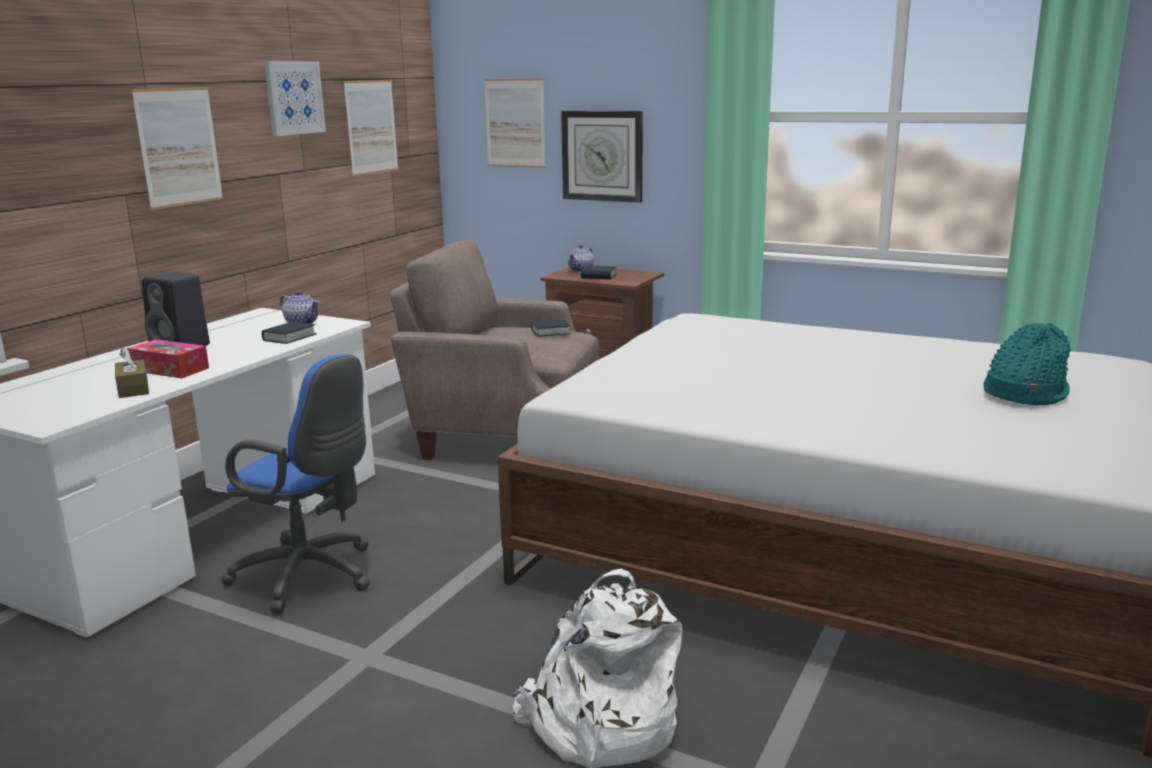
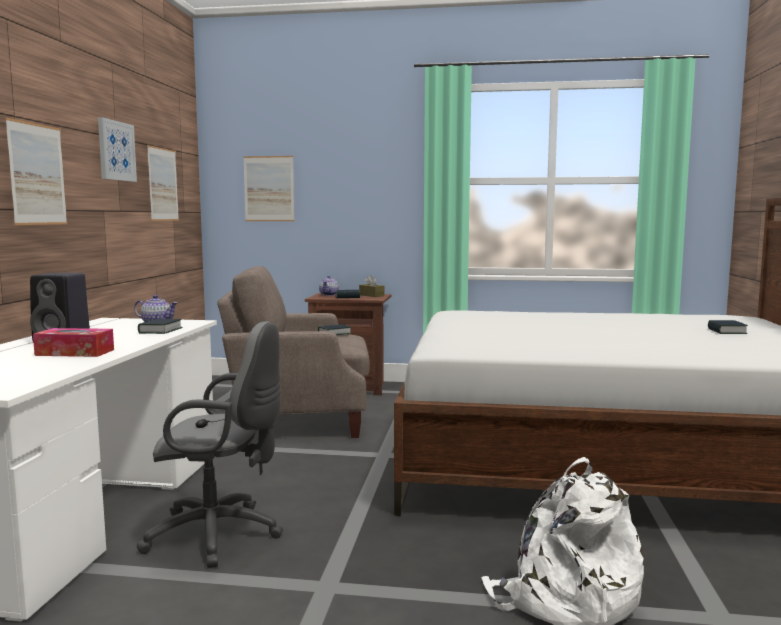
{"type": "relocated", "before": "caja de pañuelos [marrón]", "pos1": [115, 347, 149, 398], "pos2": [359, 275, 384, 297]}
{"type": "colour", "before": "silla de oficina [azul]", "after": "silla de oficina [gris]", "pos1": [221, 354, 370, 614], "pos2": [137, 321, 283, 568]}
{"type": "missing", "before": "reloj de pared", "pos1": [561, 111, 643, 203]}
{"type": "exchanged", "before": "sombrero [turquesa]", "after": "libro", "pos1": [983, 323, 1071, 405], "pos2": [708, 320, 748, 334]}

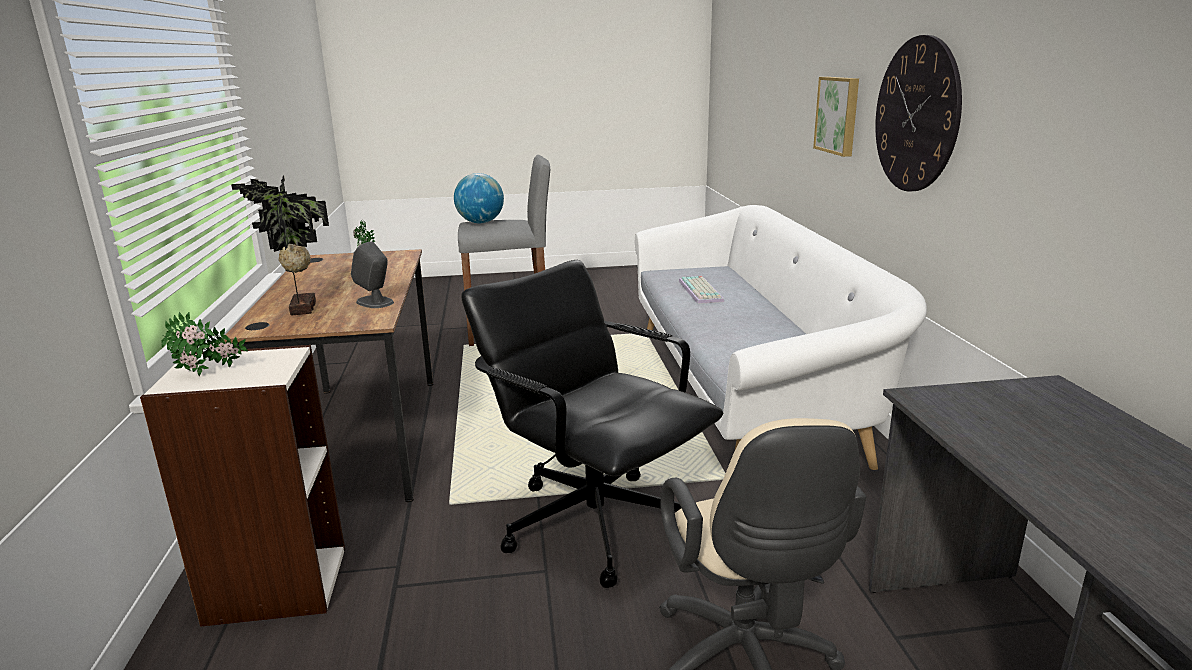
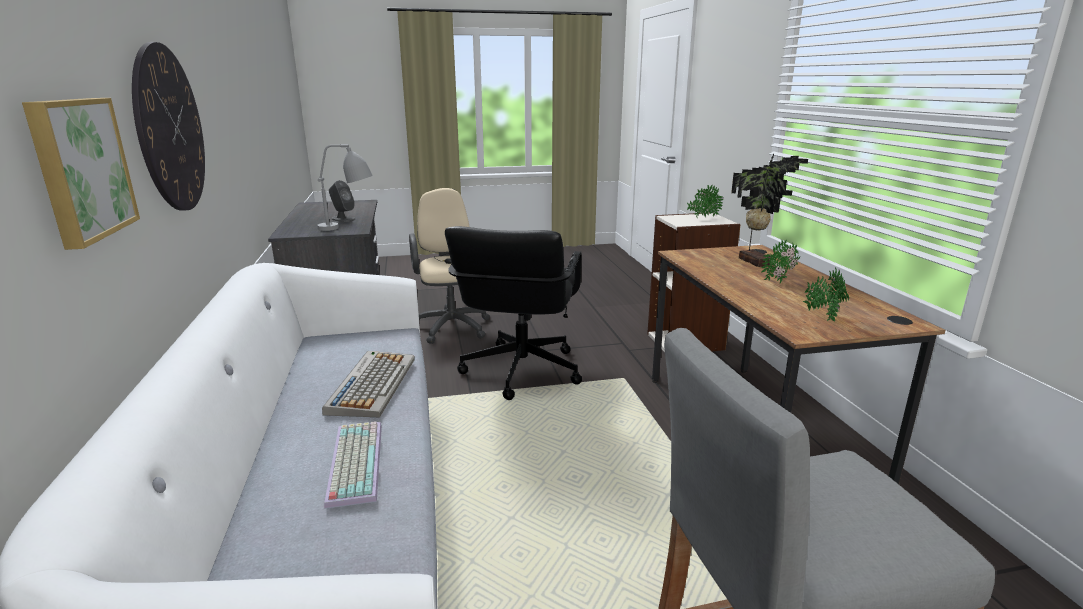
{"type": "relocated", "before": "altavoz [gris]", "pos1": [351, 241, 394, 308], "pos2": [329, 180, 356, 222]}
{"type": "missing", "before": "globo terráqueo", "pos1": [454, 173, 504, 223]}
{"type": "spun", "before": "silla de oficina [negro]", "pos1": [461, 260, 723, 588], "pos2": [445, 226, 582, 400], "turn": 60}
{"type": "appeared", "after": "lámpara de mesa [gris]", "pos2": [317, 144, 373, 231]}
{"type": "appeared", "after": "teclado", "pos2": [322, 351, 415, 417]}
{"type": "appeared", "after": "planta en maceta", "pos2": [761, 240, 800, 283]}

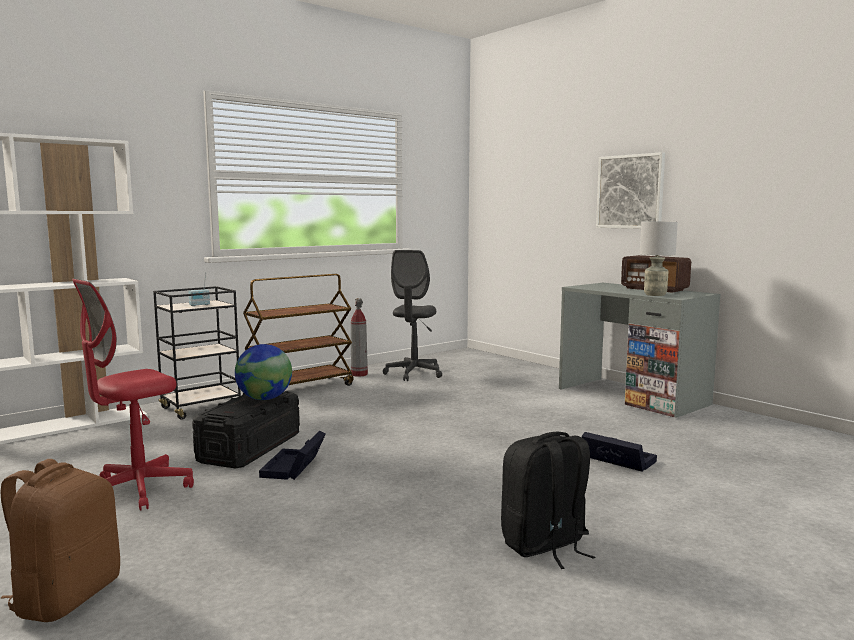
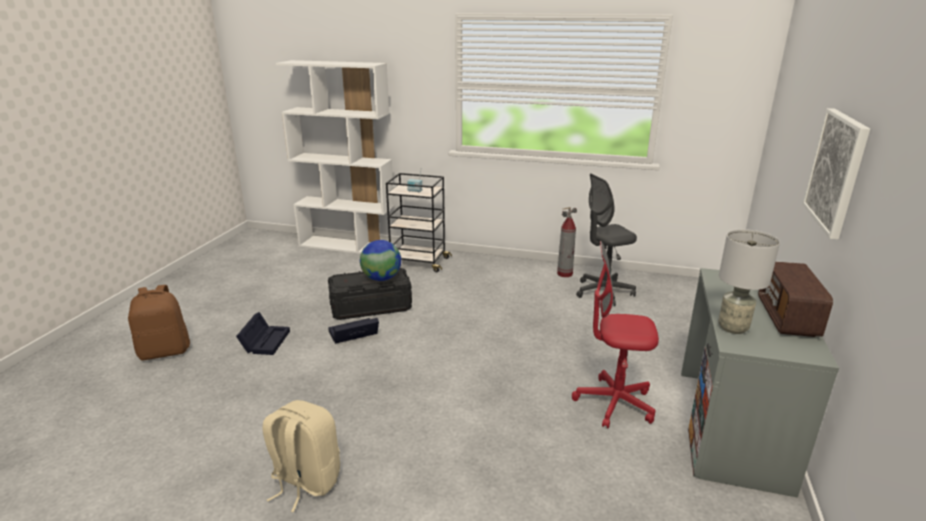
{"type": "relocated", "before": "silla de oficina [rojo]", "pos1": [72, 279, 194, 510], "pos2": [572, 241, 659, 428]}
{"type": "missing", "before": "carrito [marrón]", "pos1": [243, 274, 354, 386]}
{"type": "colour", "before": "mochila [negro]", "after": "mochila [beis]", "pos1": [501, 432, 595, 569], "pos2": [263, 400, 340, 512]}
{"type": "relocated", "before": "caja de almacenaje [negro]", "pos1": [582, 432, 657, 472], "pos2": [236, 312, 290, 355]}

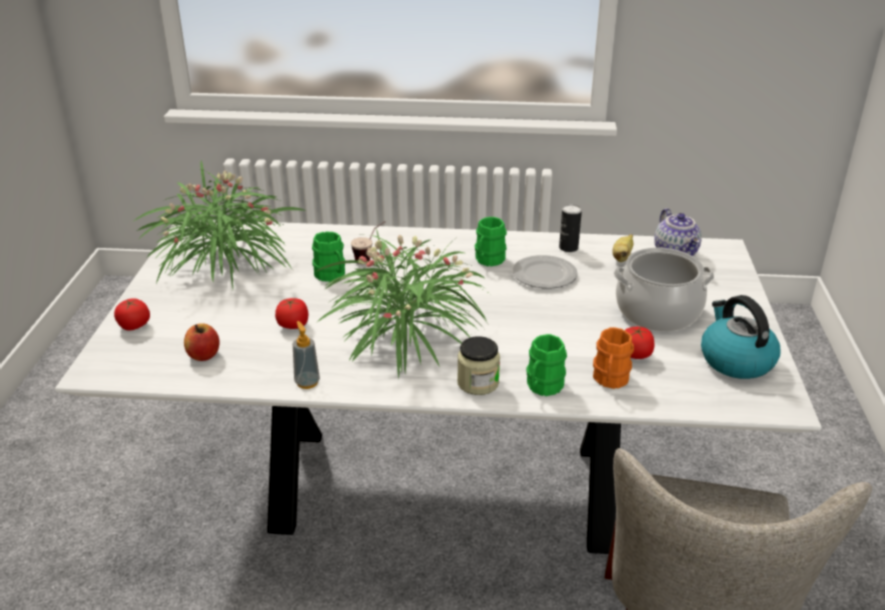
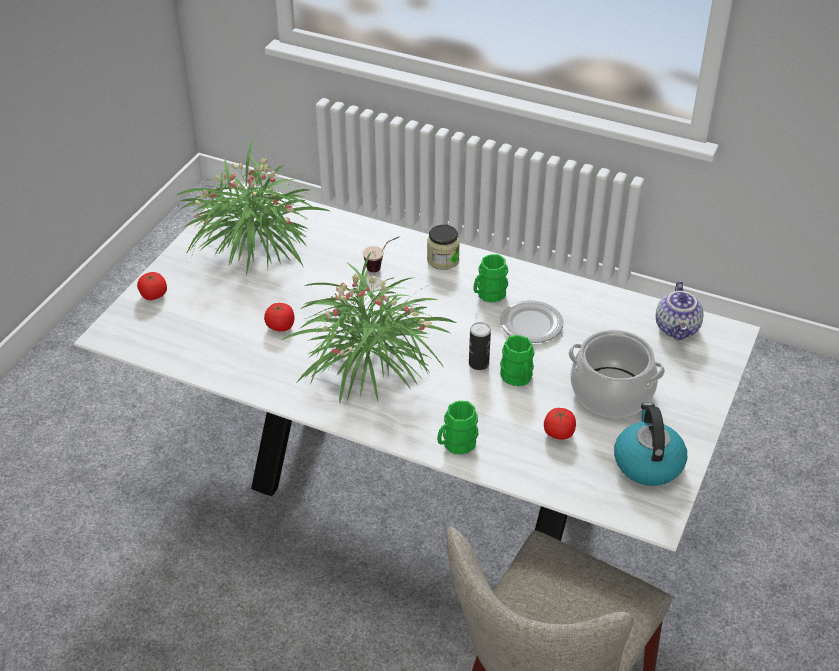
{"type": "missing", "before": "manzana", "pos1": [184, 323, 220, 361]}
{"type": "missing", "before": "dispensador de jabón", "pos1": [293, 321, 320, 389]}
{"type": "relocated", "before": "taza grande [verde]", "pos1": [312, 232, 345, 282], "pos2": [500, 335, 535, 386]}
{"type": "relocated", "before": "tarro", "pos1": [457, 336, 500, 395], "pos2": [427, 225, 460, 270]}
{"type": "relocated", "before": "lata", "pos1": [559, 204, 582, 252], "pos2": [469, 322, 491, 370]}
{"type": "missing", "before": "taza grande [naranja]", "pos1": [593, 327, 634, 389]}
{"type": "missing", "before": "plátano", "pos1": [612, 234, 633, 262]}

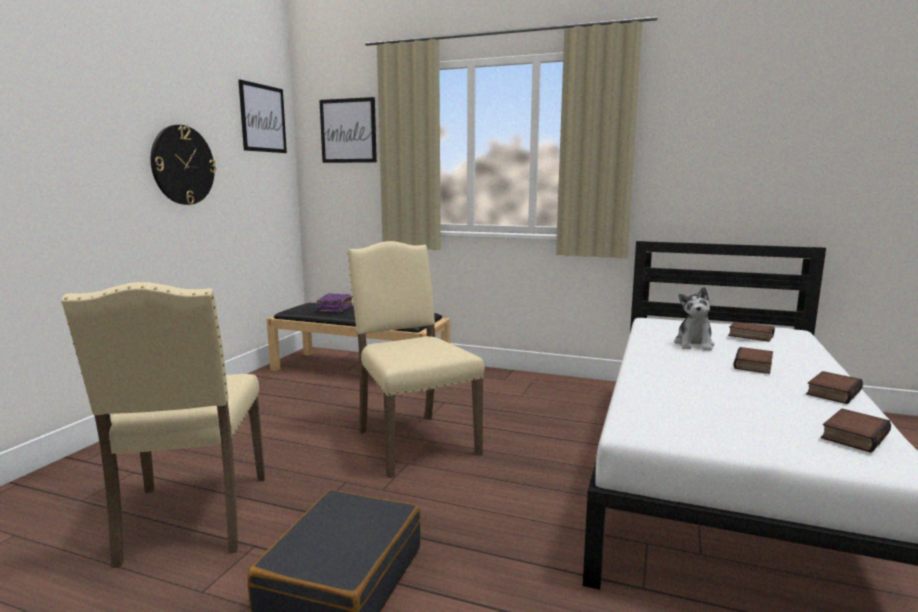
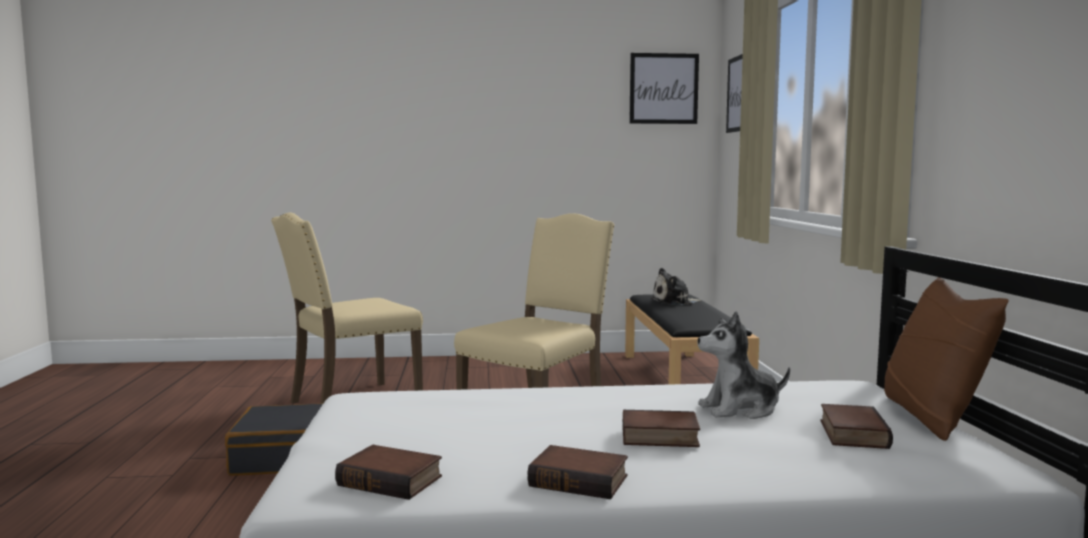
{"type": "missing", "before": "reloj de pared", "pos1": [151, 125, 216, 205]}
{"type": "exchanged", "before": "libro [morado]", "after": "peluche", "pos1": [317, 293, 353, 313], "pos2": [651, 268, 702, 305]}
{"type": "appeared", "after": "cojín [marrón]", "pos2": [884, 277, 1009, 441]}

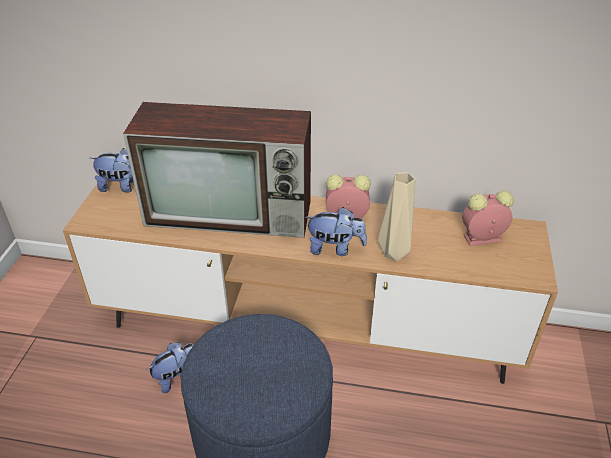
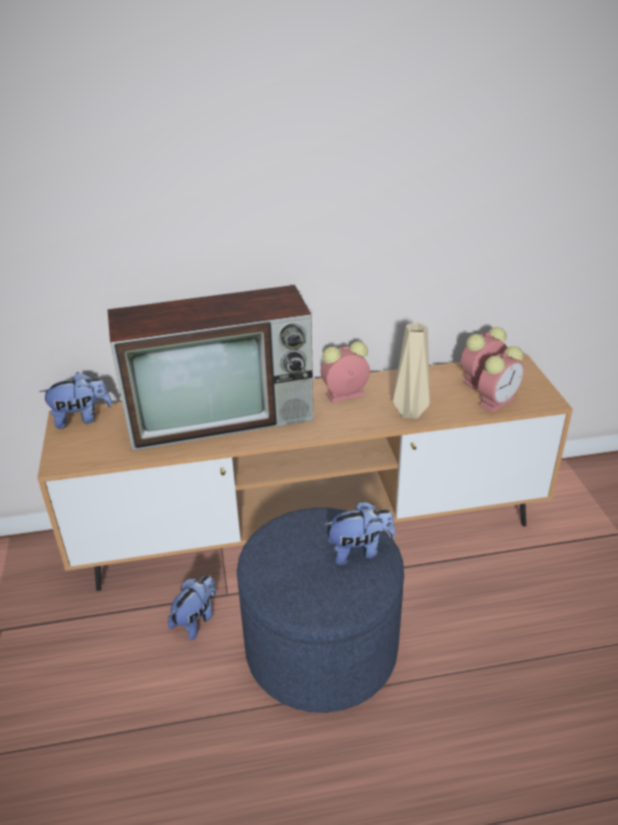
{"type": "relocated", "before": "peluche", "pos1": [305, 207, 367, 256], "pos2": [324, 501, 395, 565]}
{"type": "appeared", "after": "despertador", "pos2": [478, 346, 524, 413]}

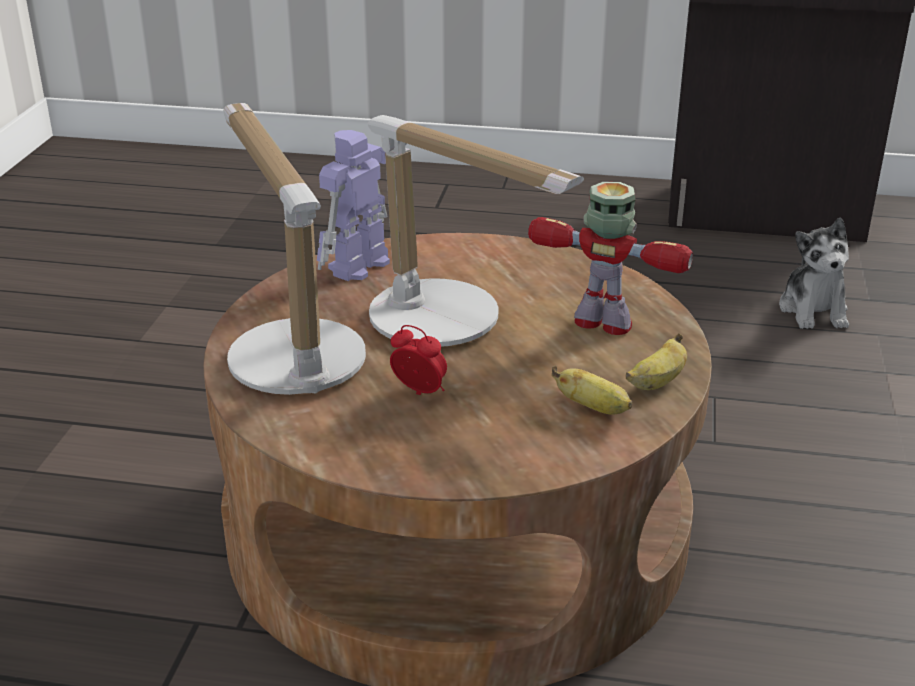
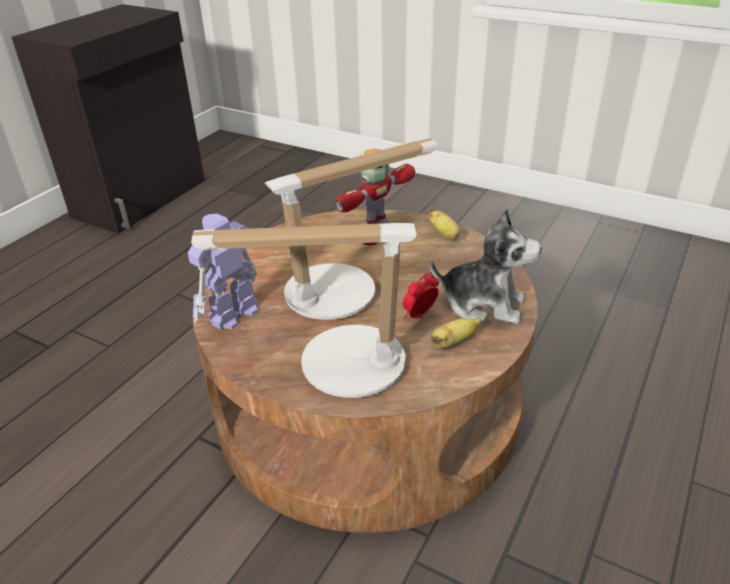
{"type": "spun", "before": "robot de juguete", "pos1": [317, 130, 390, 281], "pos2": [188, 214, 258, 330], "turn": 75}
{"type": "relocated", "before": "plátano", "pos1": [552, 366, 632, 414], "pos2": [431, 318, 481, 349]}
{"type": "relocated", "before": "peluche", "pos1": [779, 217, 849, 329], "pos2": [430, 208, 541, 324]}

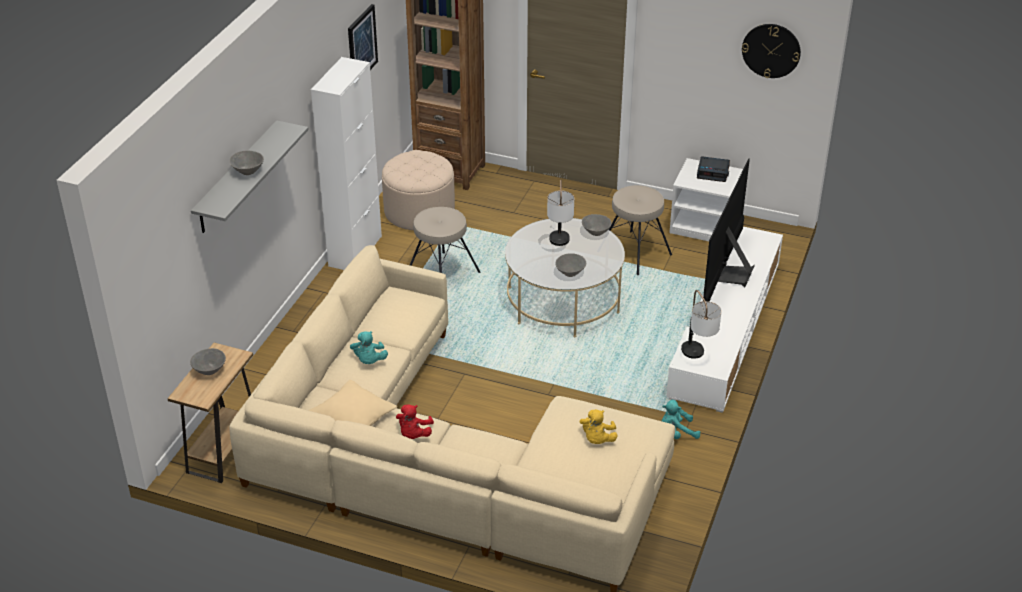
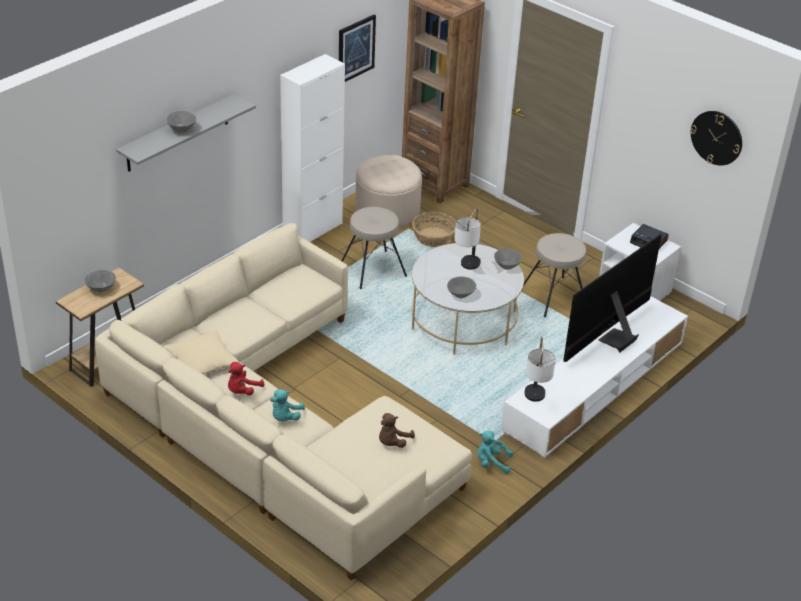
{"type": "relocated", "before": "peluche [turquesa]", "pos1": [350, 331, 388, 364], "pos2": [270, 389, 305, 421]}
{"type": "colour", "before": "peluche [amarillo]", "after": "peluche [marrón]", "pos1": [580, 409, 618, 444], "pos2": [379, 413, 415, 448]}
{"type": "appeared", "after": "cesta", "pos2": [412, 212, 456, 247]}

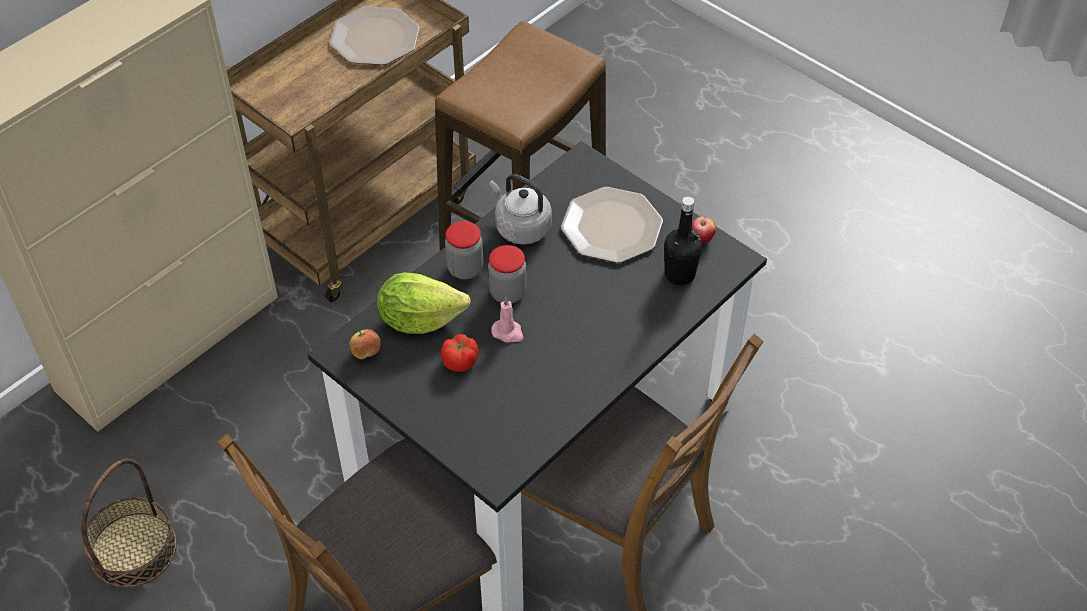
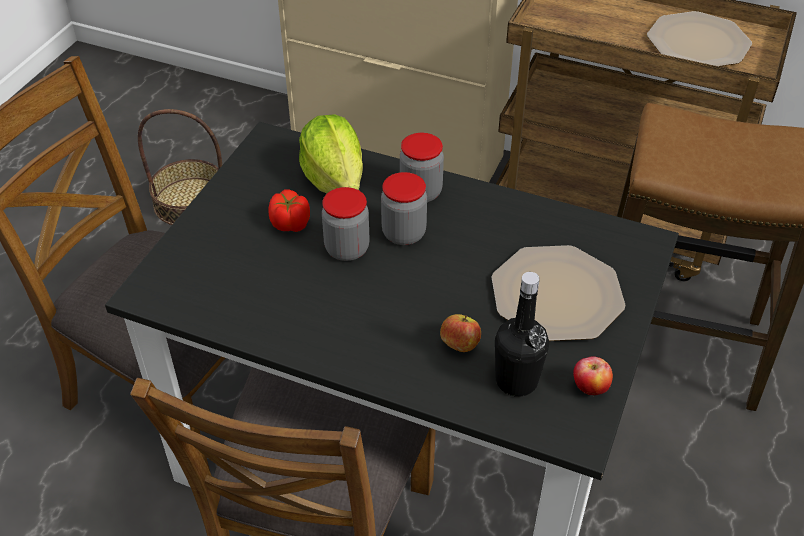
{"type": "relocated", "before": "manzana", "pos1": [349, 329, 381, 359], "pos2": [440, 314, 481, 352]}
{"type": "missing", "before": "hervidor [gris]", "pos1": [489, 174, 552, 244]}
{"type": "exchanged", "before": "vela [rosa]", "after": "tarro", "pos1": [491, 297, 523, 343], "pos2": [322, 187, 370, 261]}

